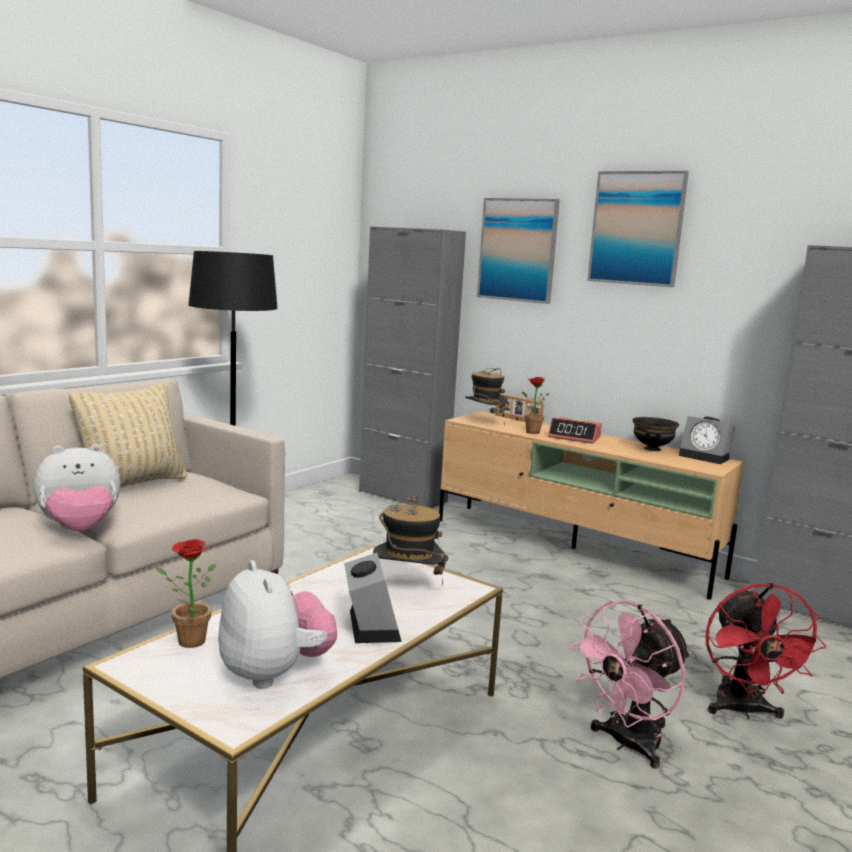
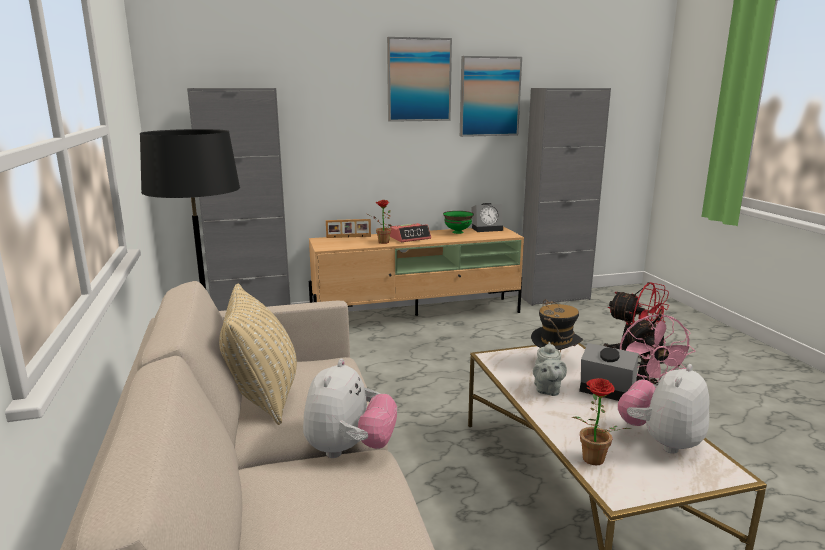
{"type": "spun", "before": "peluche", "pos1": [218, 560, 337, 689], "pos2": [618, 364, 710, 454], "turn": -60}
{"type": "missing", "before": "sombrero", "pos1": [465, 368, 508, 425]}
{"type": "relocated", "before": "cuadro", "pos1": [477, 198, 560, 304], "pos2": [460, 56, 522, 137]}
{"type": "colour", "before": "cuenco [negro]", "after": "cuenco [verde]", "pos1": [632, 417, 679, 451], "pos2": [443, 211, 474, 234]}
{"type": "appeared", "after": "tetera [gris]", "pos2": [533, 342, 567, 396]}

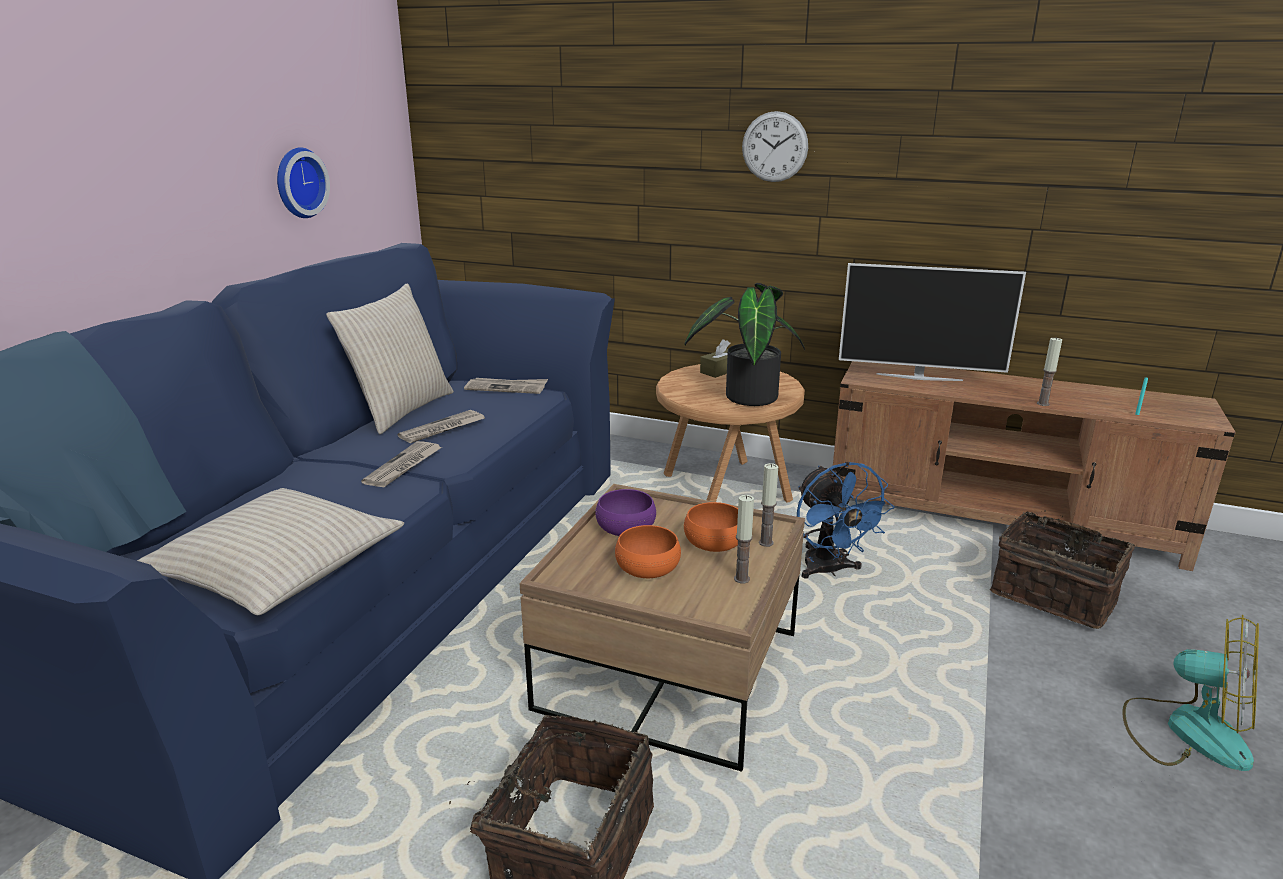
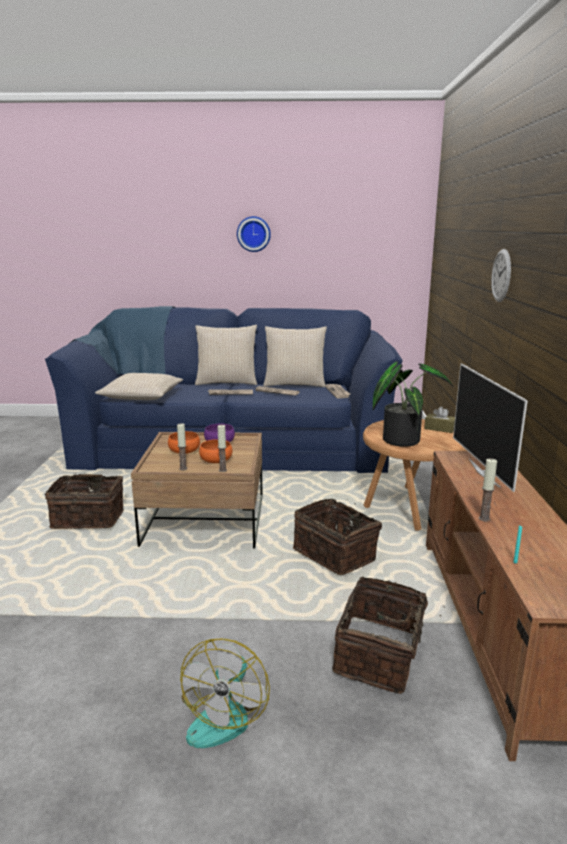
{"type": "relocated", "before": "reloj de pared", "pos1": [277, 147, 330, 218], "pos2": [237, 216, 271, 252]}
{"type": "exchanged", "before": "ventilador [azul]", "after": "cesta", "pos1": [797, 462, 894, 578], "pos2": [293, 499, 382, 575]}
{"type": "appeared", "after": "cojín [beis]", "pos2": [195, 325, 257, 385]}

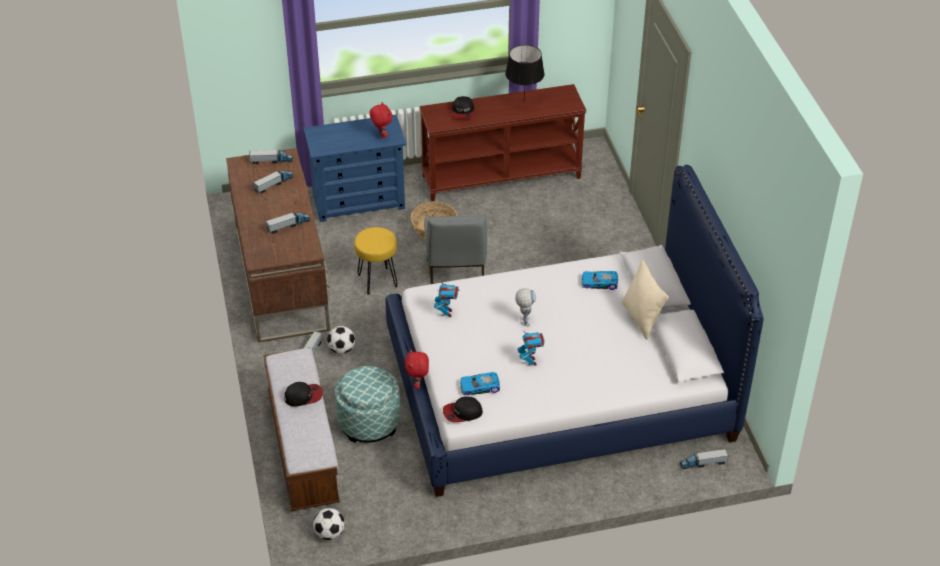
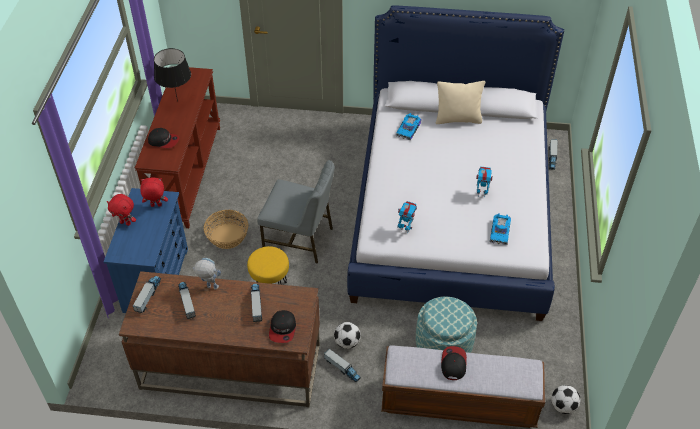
{"type": "relocated", "before": "peluche [rojo]", "pos1": [405, 350, 429, 389], "pos2": [107, 194, 136, 226]}
{"type": "relocated", "before": "gorra", "pos1": [443, 396, 483, 422], "pos2": [269, 310, 296, 343]}
{"type": "relocated", "before": "robot de juguete", "pos1": [515, 288, 536, 326], "pos2": [193, 258, 221, 290]}

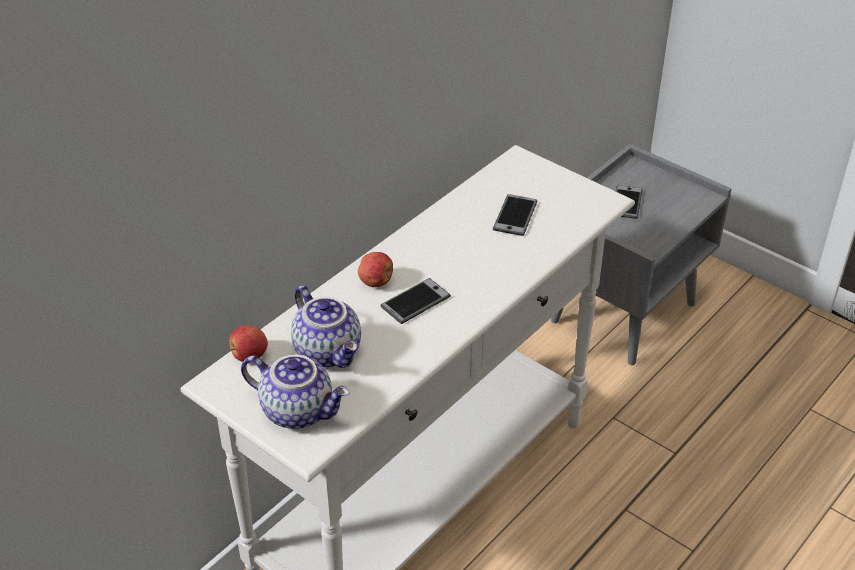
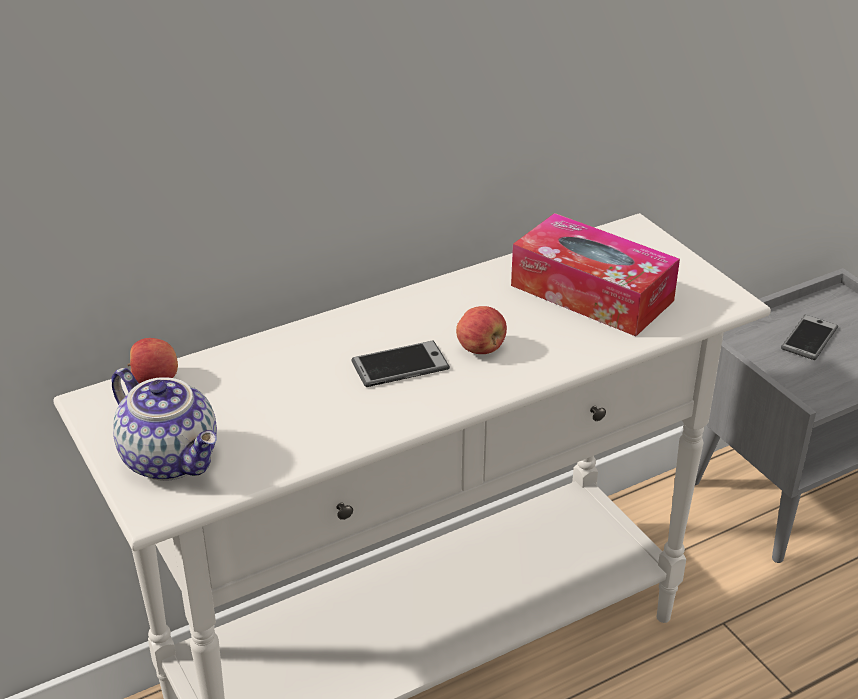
{"type": "missing", "before": "tetera", "pos1": [291, 285, 361, 368]}
{"type": "relocated", "before": "manzana", "pos1": [358, 252, 393, 287], "pos2": [456, 306, 507, 354]}
{"type": "exchanged", "before": "móvil", "after": "caja de pañuelos", "pos1": [493, 194, 537, 236], "pos2": [511, 213, 680, 336]}

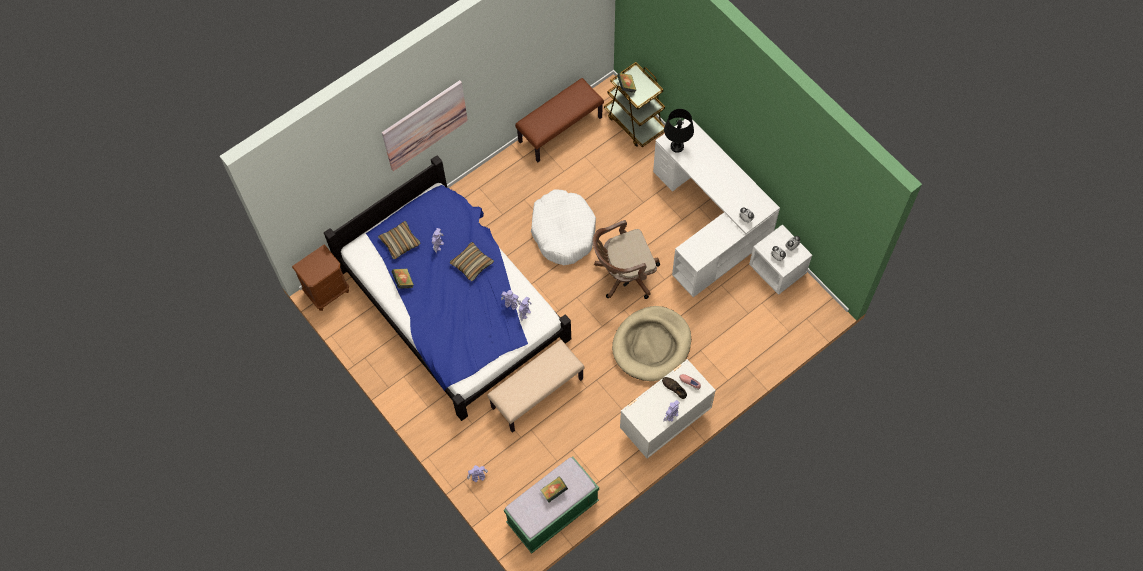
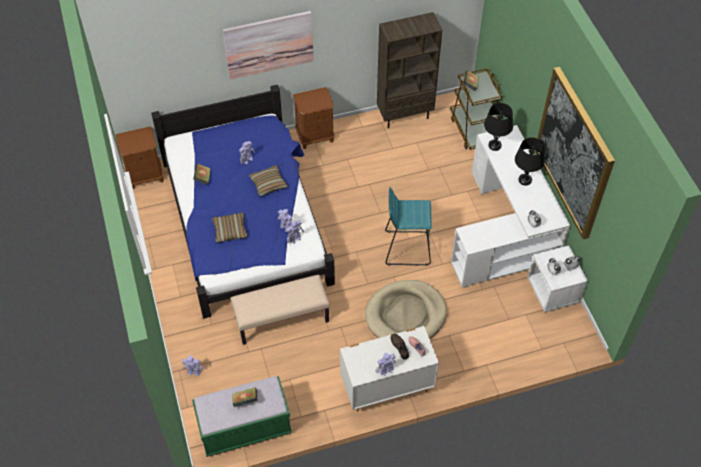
{"type": "relocated", "before": "cojín", "pos1": [378, 221, 421, 259], "pos2": [212, 212, 247, 242]}
{"type": "exchanged", "before": "banco [marrón]", "after": "estantería [marrón]", "pos1": [515, 78, 604, 162], "pos2": [377, 12, 442, 128]}
{"type": "missing", "before": "cama para perro [blanco]", "pos1": [531, 189, 596, 265]}
{"type": "exchanged", "before": "silla de oficina [marrón]", "after": "taburete [turquesa]", "pos1": [593, 220, 660, 299], "pos2": [385, 187, 432, 266]}
{"type": "appeared", "after": "mesita de noche [marrón]", "pos2": [293, 87, 335, 149]}
{"type": "appeared", "after": "lámpara de mesa [negro]", "pos2": [515, 138, 545, 185]}
{"type": "appeared", "after": "cuadro", "pos2": [535, 67, 615, 239]}

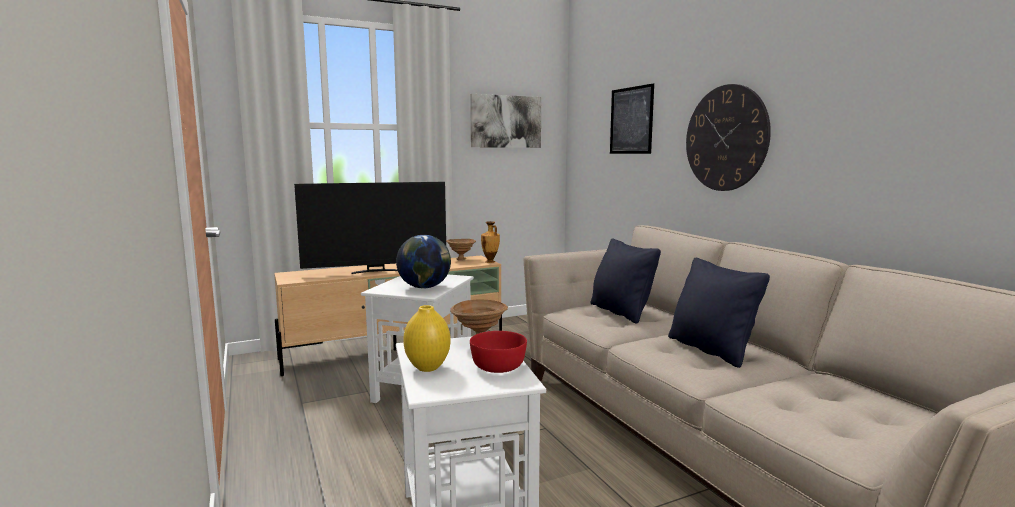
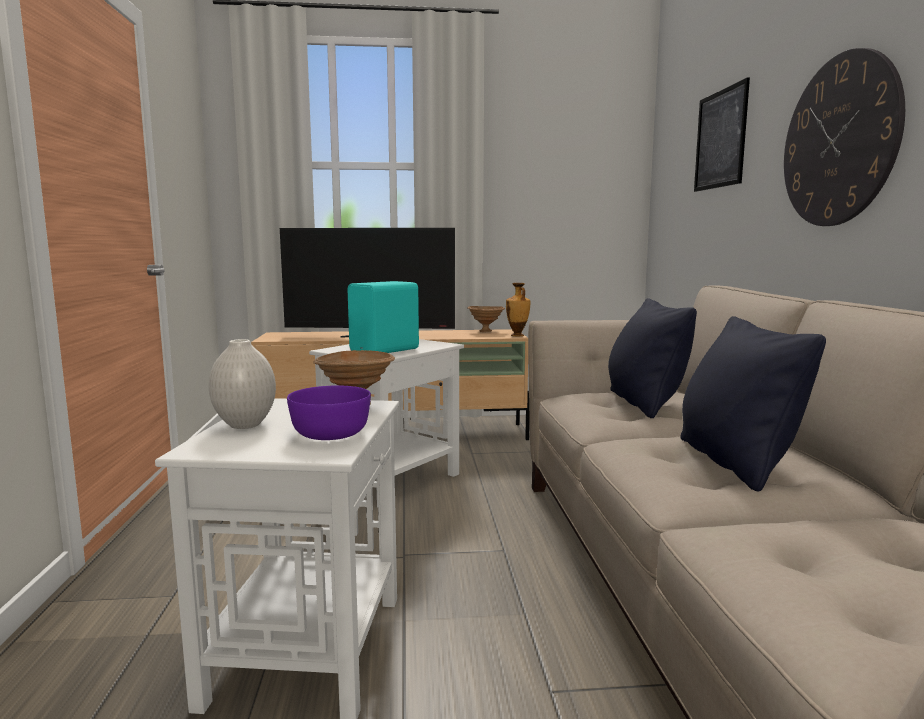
{"type": "exchanged", "before": "globo terráqueo", "after": "altavoz [turquesa]", "pos1": [396, 235, 451, 288], "pos2": [348, 281, 419, 353]}
{"type": "colour", "before": "florero [amarillo]", "after": "florero [blanco]", "pos1": [403, 305, 451, 372], "pos2": [209, 339, 276, 429]}
{"type": "missing", "before": "cuadro", "pos1": [470, 94, 541, 148]}
{"type": "colour", "before": "cuenco [rojo]", "after": "cuenco [morado]", "pos1": [470, 331, 527, 373], "pos2": [287, 386, 371, 440]}

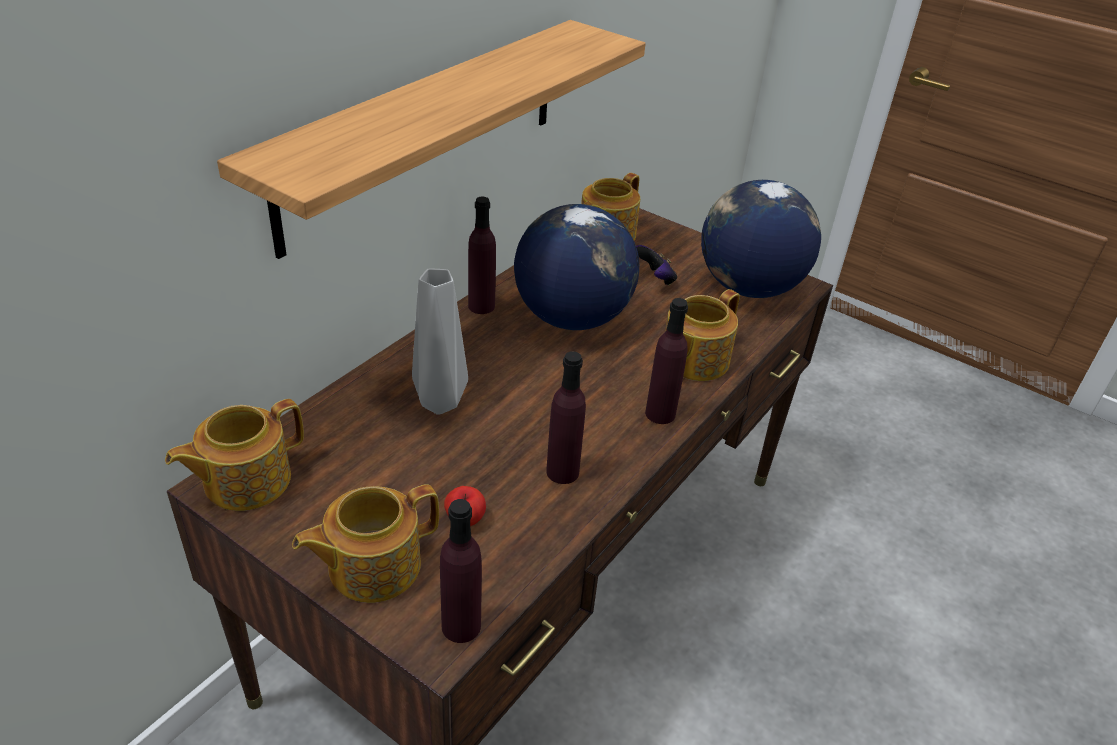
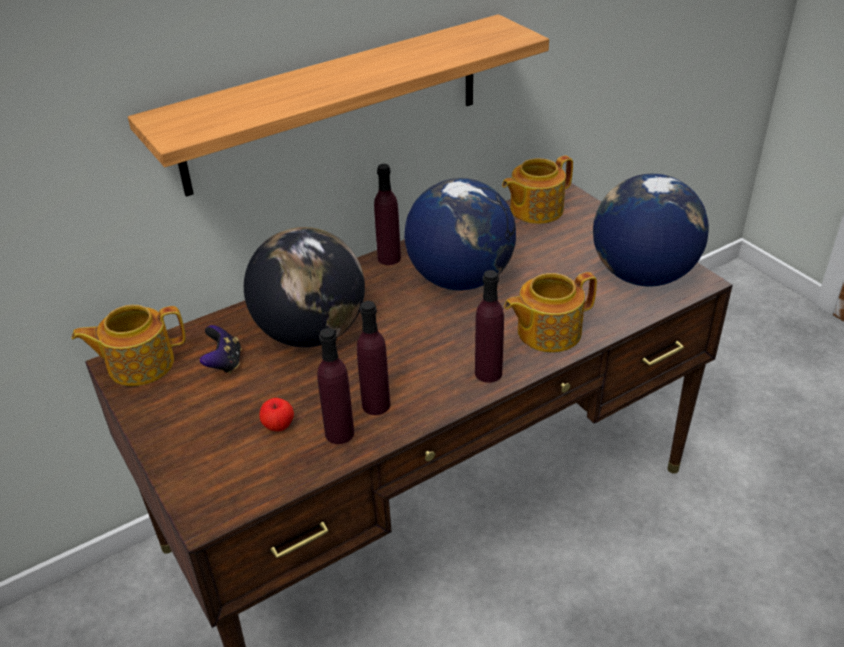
{"type": "missing", "before": "tetera", "pos1": [292, 484, 439, 603]}
{"type": "exchanged", "before": "florero [gris]", "after": "globo terráqueo", "pos1": [412, 269, 468, 415], "pos2": [244, 227, 365, 347]}
{"type": "relocated", "before": "botella [morado]", "pos1": [440, 499, 482, 643], "pos2": [317, 328, 354, 444]}
{"type": "relocated", "before": "mando de consola", "pos1": [636, 245, 677, 286], "pos2": [200, 325, 242, 374]}

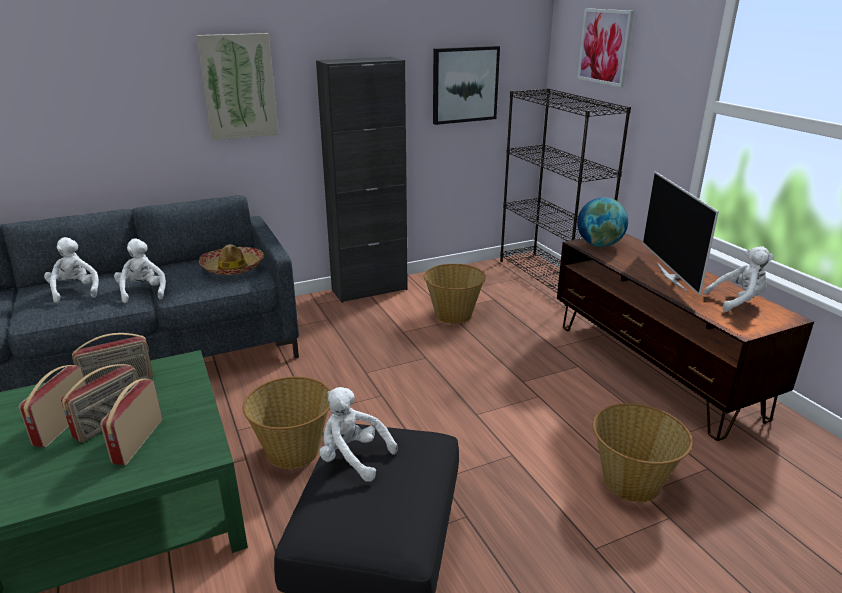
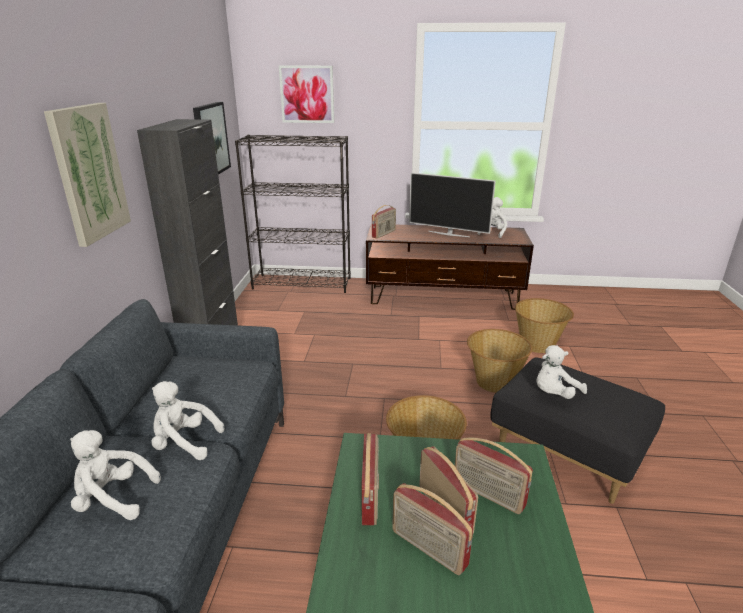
{"type": "missing", "before": "sombrero", "pos1": [199, 244, 264, 275]}
{"type": "relocated", "before": "cesta", "pos1": [424, 264, 486, 324], "pos2": [467, 329, 532, 393]}
{"type": "exchanged", "before": "globo terráqueo", "after": "radio", "pos1": [577, 197, 628, 247], "pos2": [372, 205, 396, 238]}

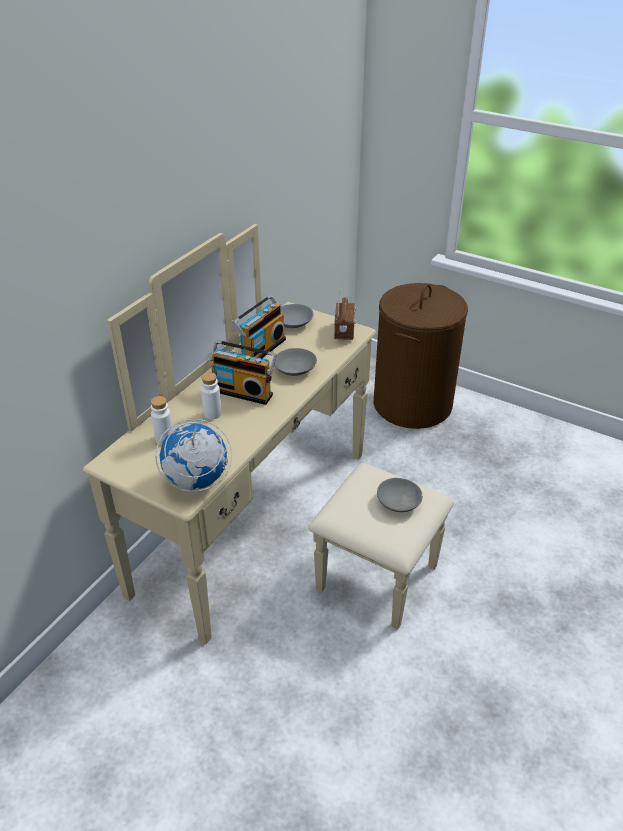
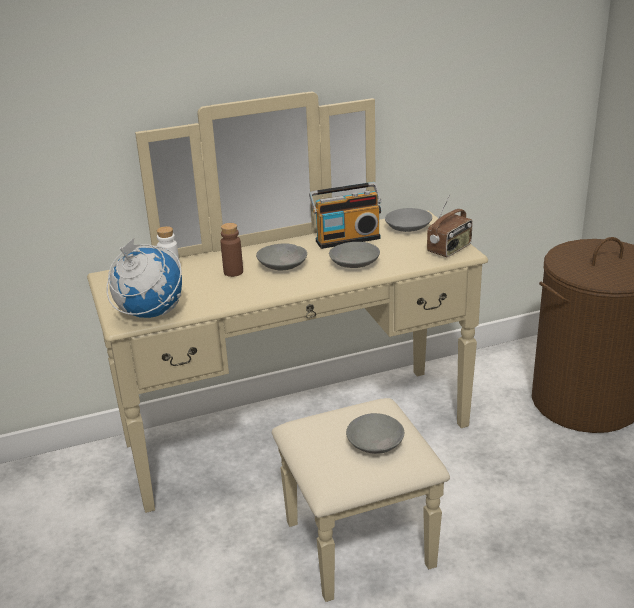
{"type": "colour", "before": "botella [blanco]", "after": "botella [marrón]", "pos1": [201, 372, 222, 419], "pos2": [220, 223, 243, 277]}
{"type": "exchanged", "before": "radio", "after": "cuenco [gris]", "pos1": [210, 340, 277, 405], "pos2": [256, 243, 307, 270]}

